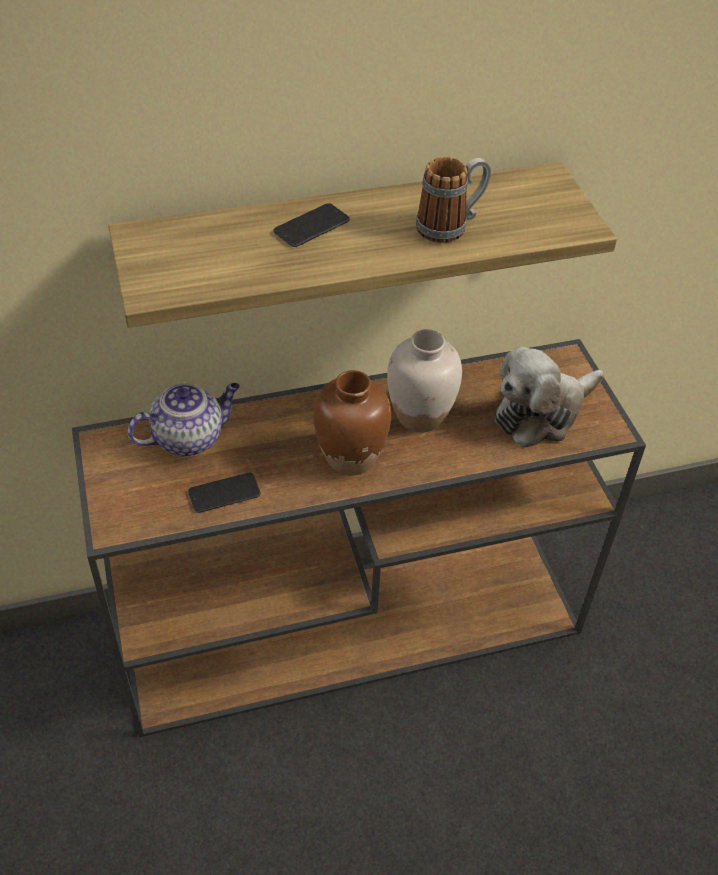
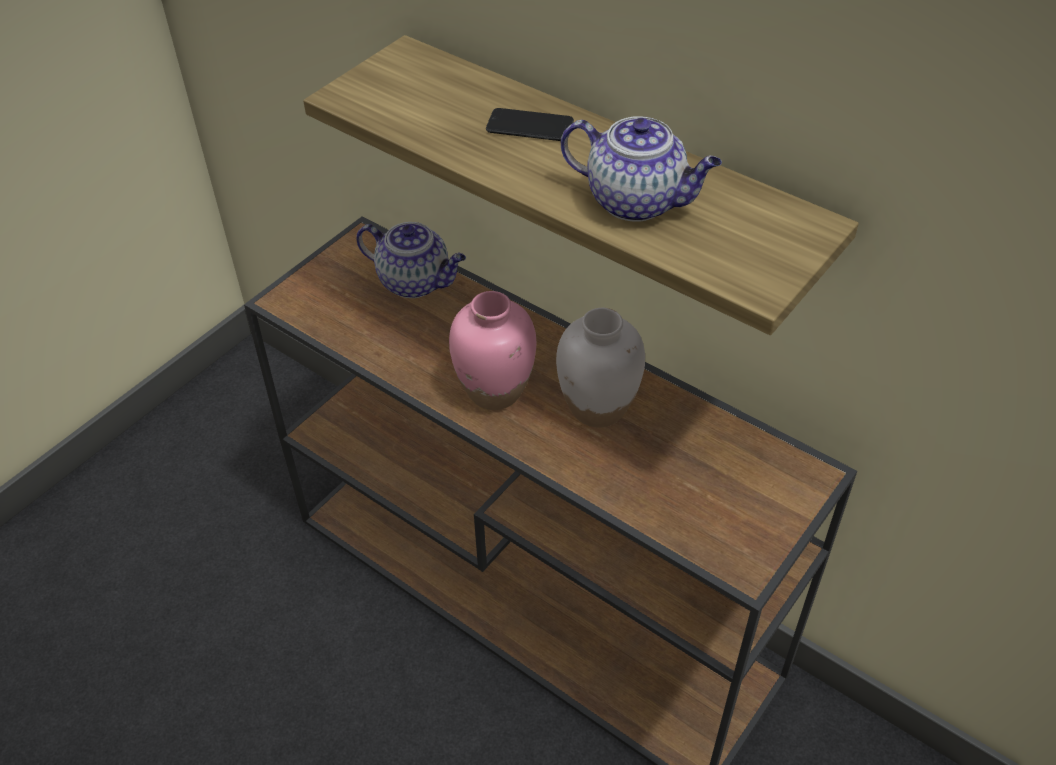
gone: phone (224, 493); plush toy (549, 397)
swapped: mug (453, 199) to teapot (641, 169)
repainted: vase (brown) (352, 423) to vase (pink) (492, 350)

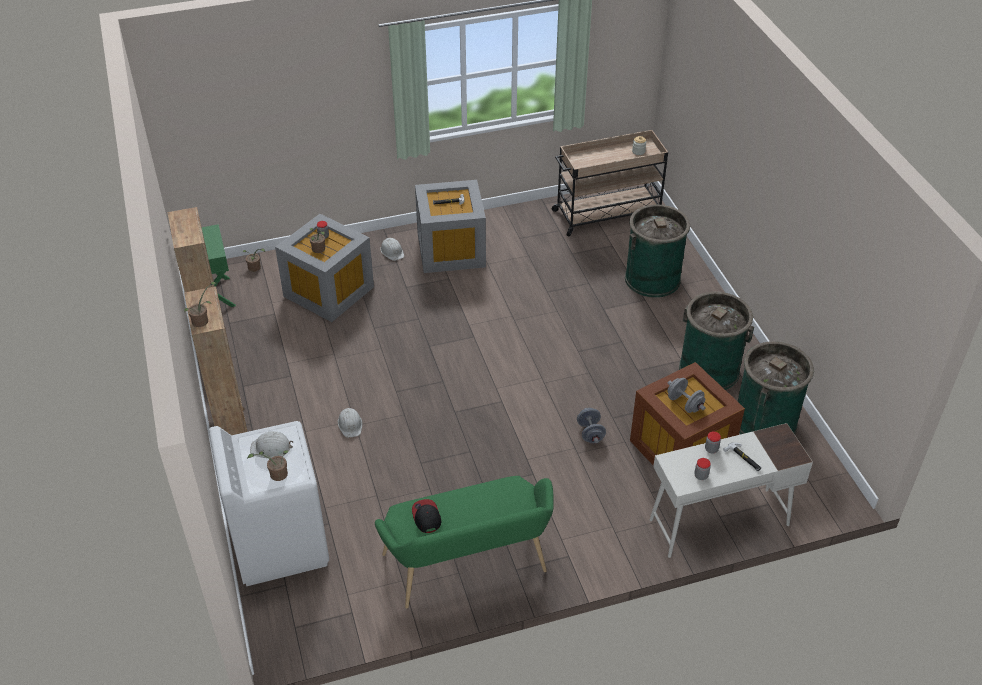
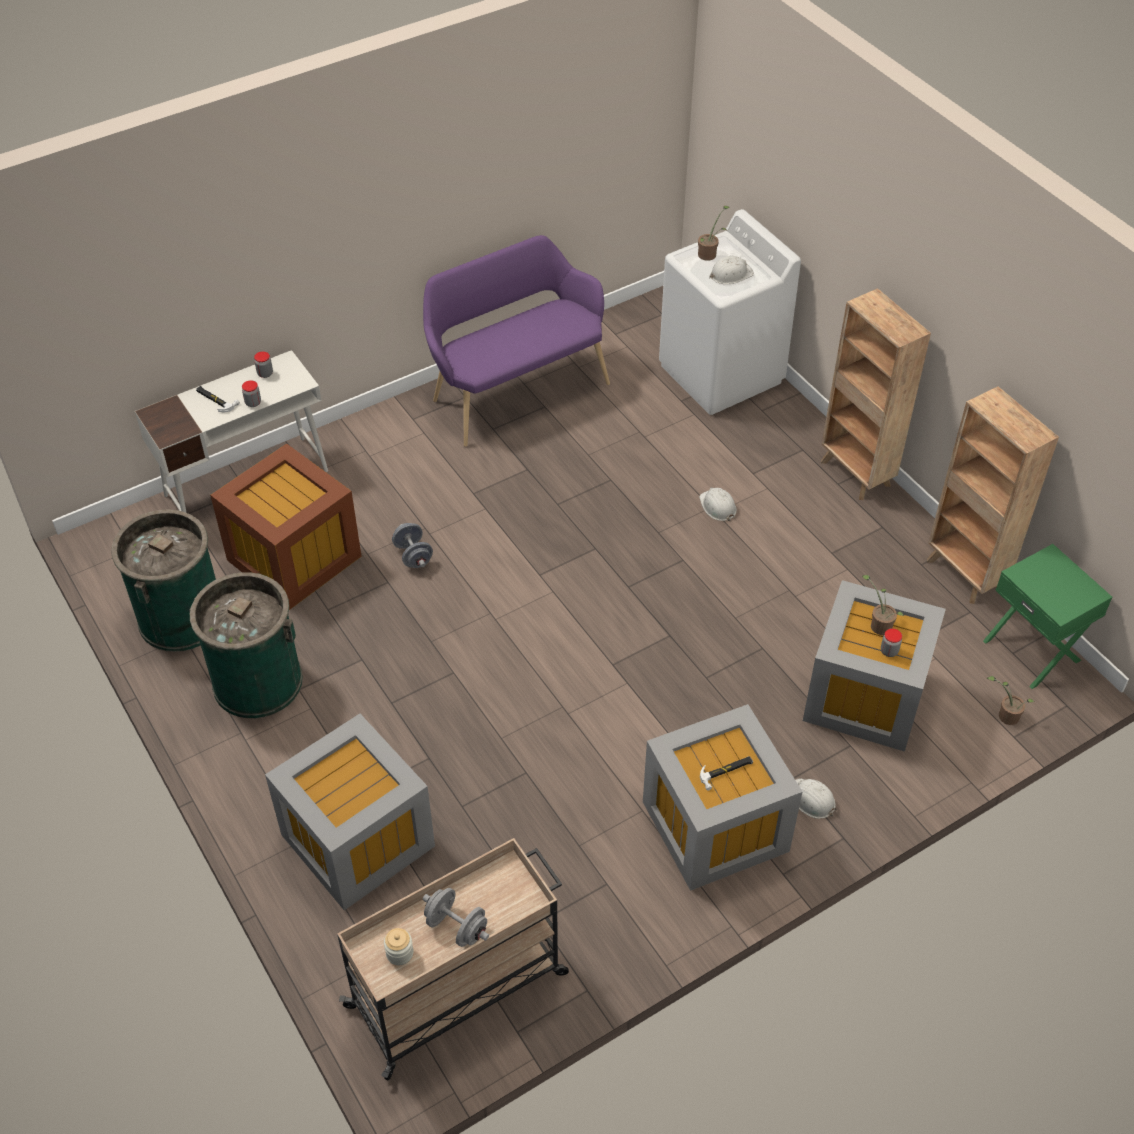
gone: potted plant (200, 304); cap (426, 516)
shifted: dumbbell (grey) (687, 395) to (455, 917)
swapped: trash can (green) (657, 251) to storage box (grey) (350, 812)
repainted: bench (green) (464, 542) to bench (purple) (516, 341)

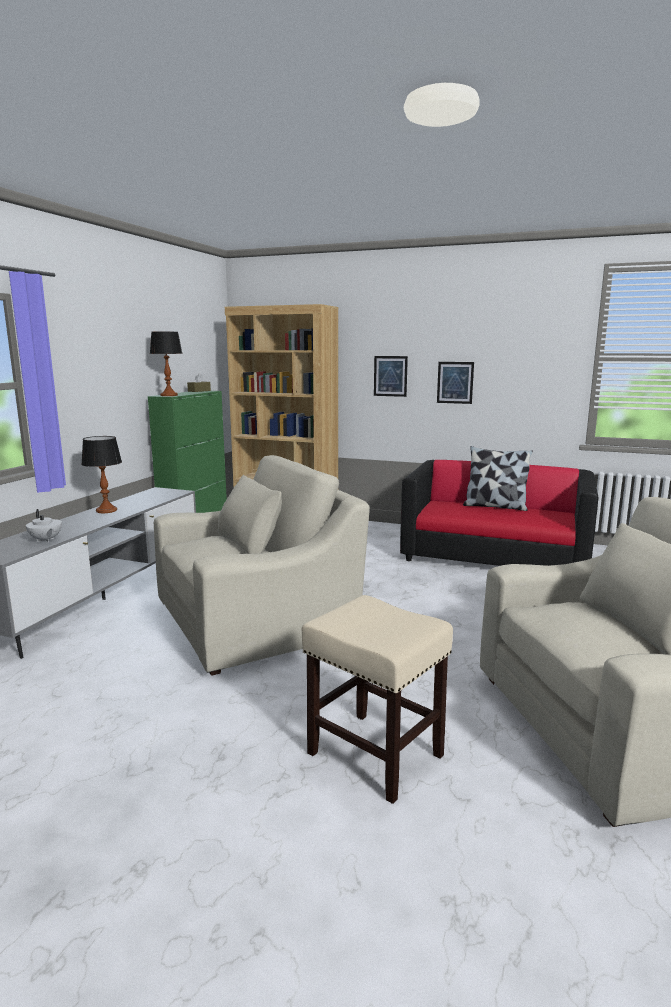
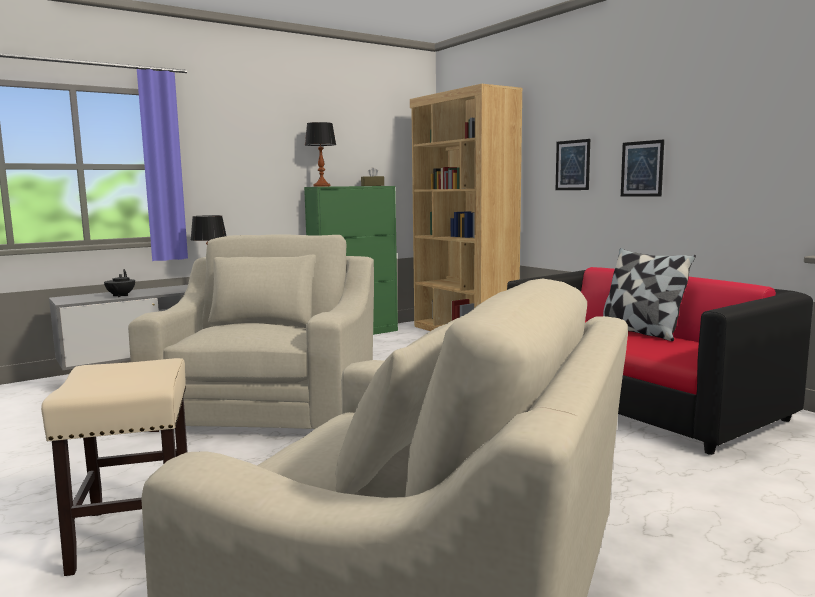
repainted: teapot (white) (44, 525) to teapot (black) (119, 283)
rotated: armchair (beige) (262, 565) = (251, 333) 90 degrees counterclockwise

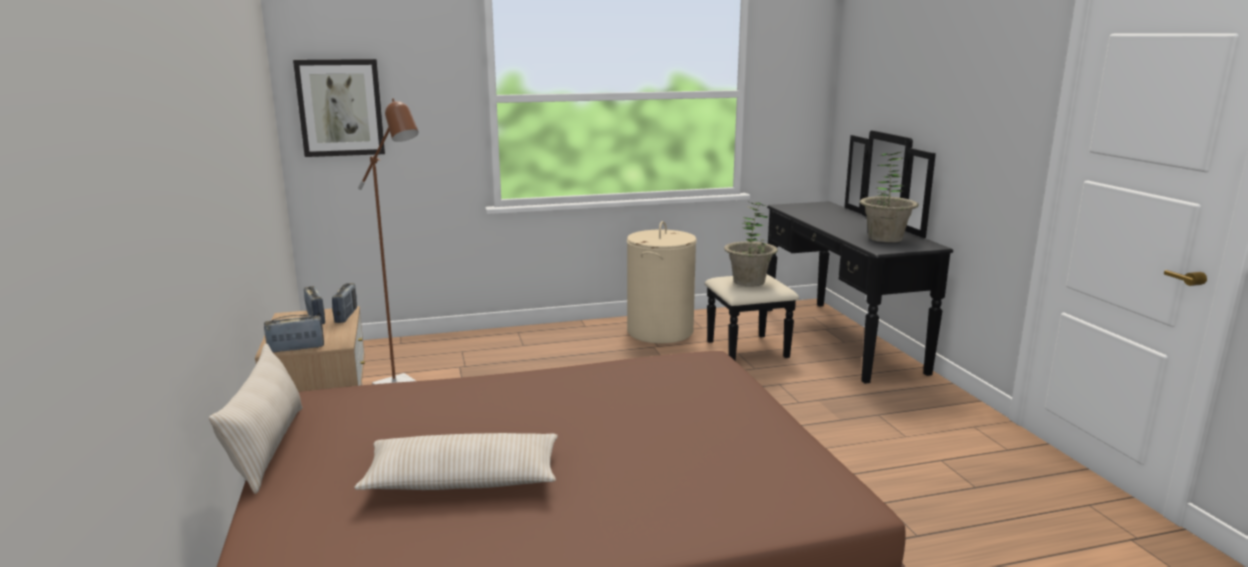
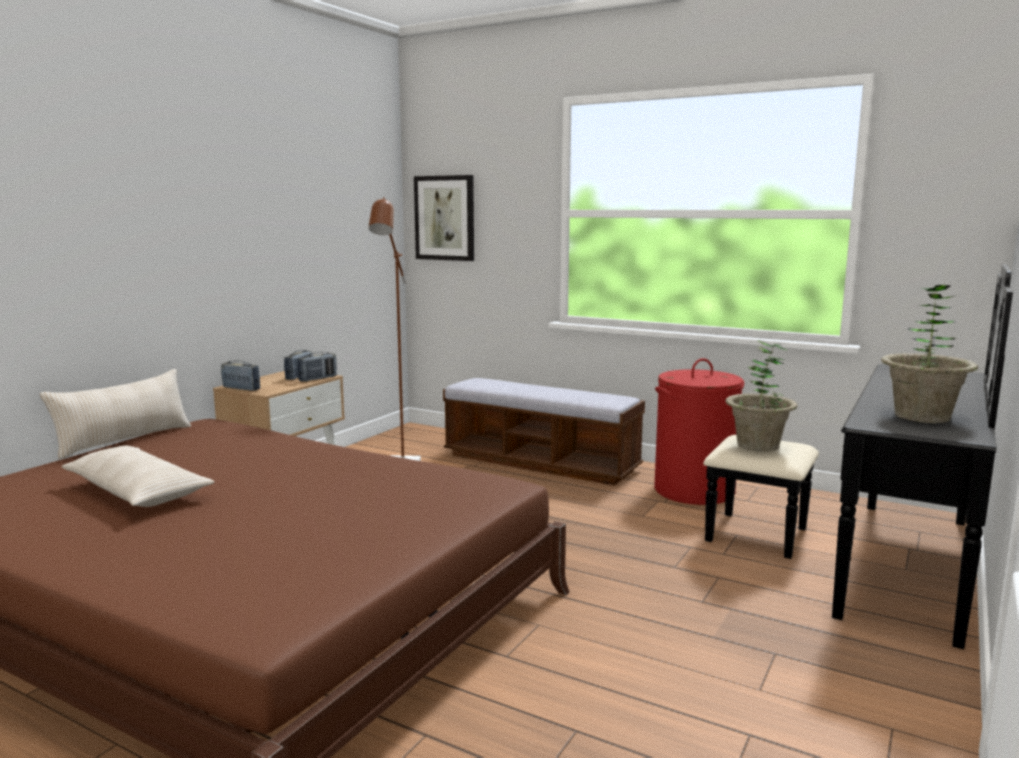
new: bench (544, 432)
repainted: laundry basket (beige) (662, 282) to laundry basket (red) (699, 431)

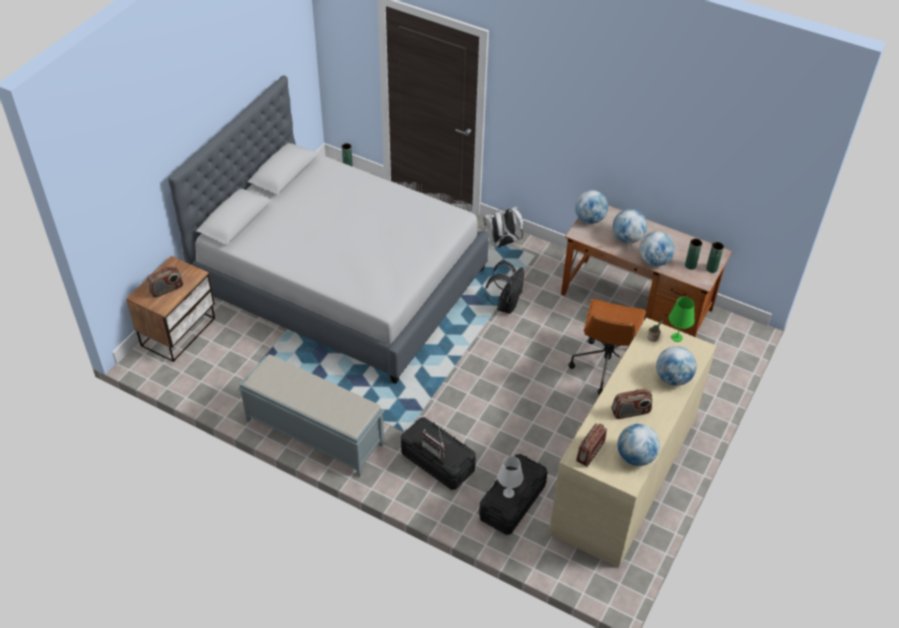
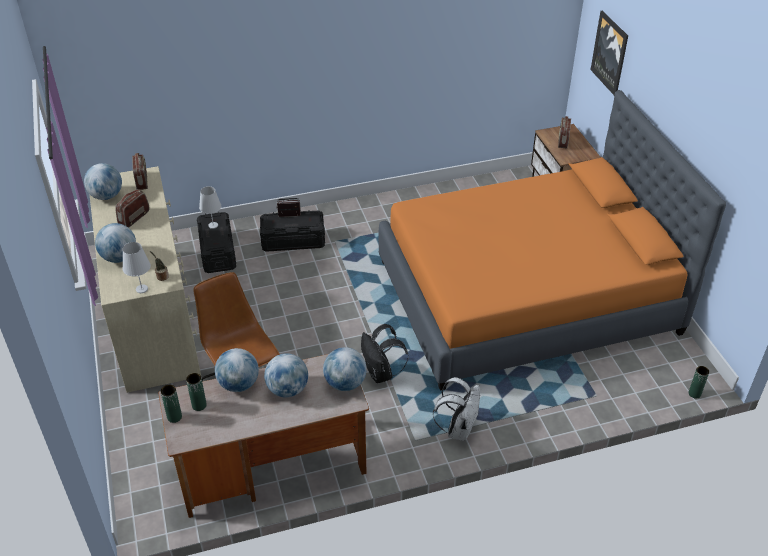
gone: bench (grey) (311, 415)
new: picture (609, 53)
repainted: table lamp (green) (682, 319) to table lamp (white) (136, 267); bed (grey) (328, 230) to bed (orange) (552, 240)

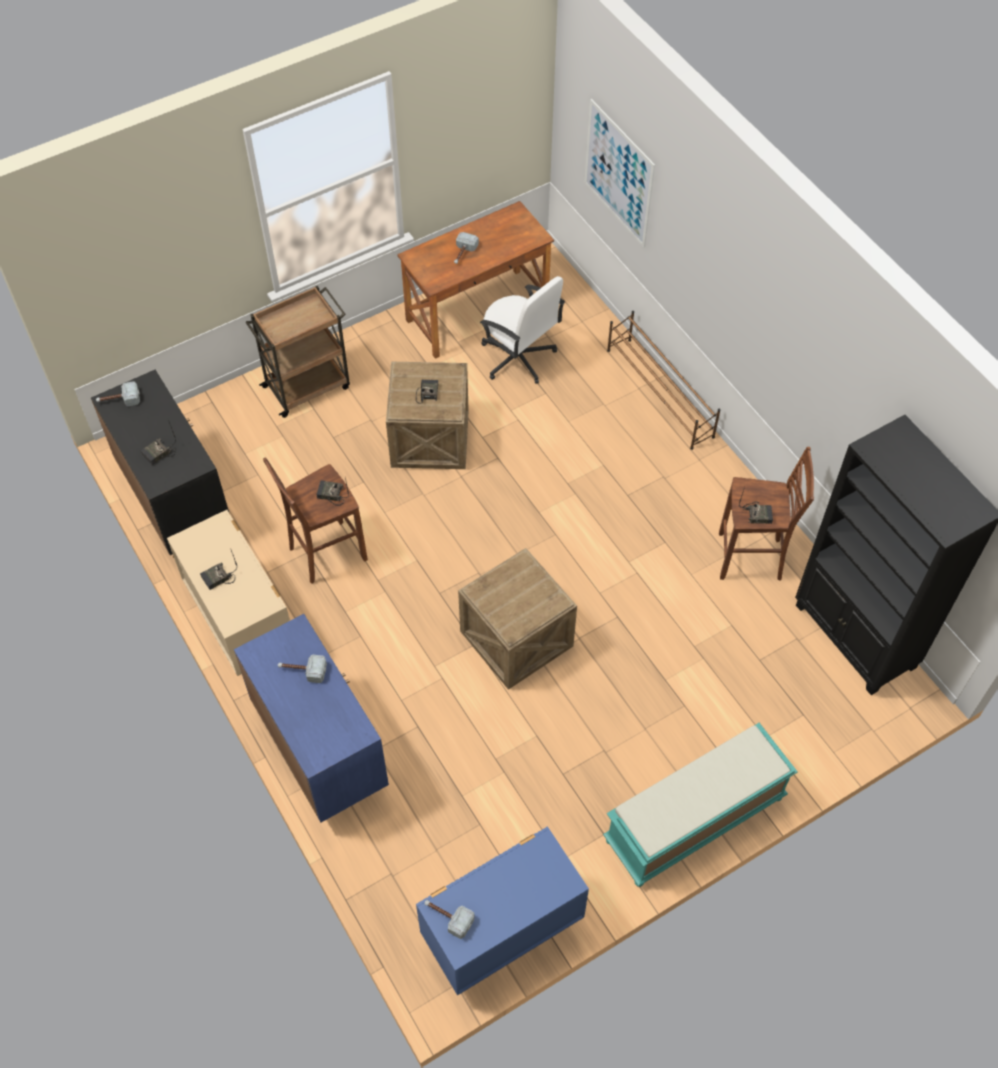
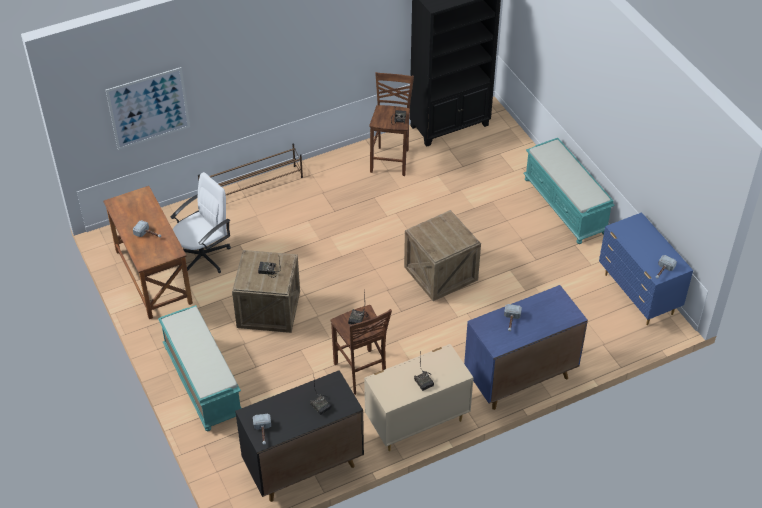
swapped: cart (brown) (298, 352) to bench (turquoise) (199, 368)

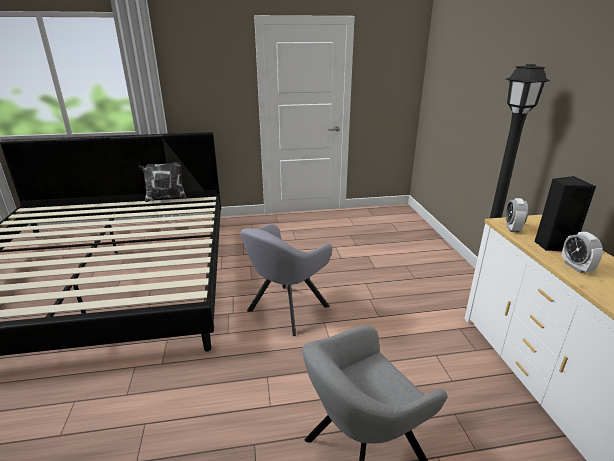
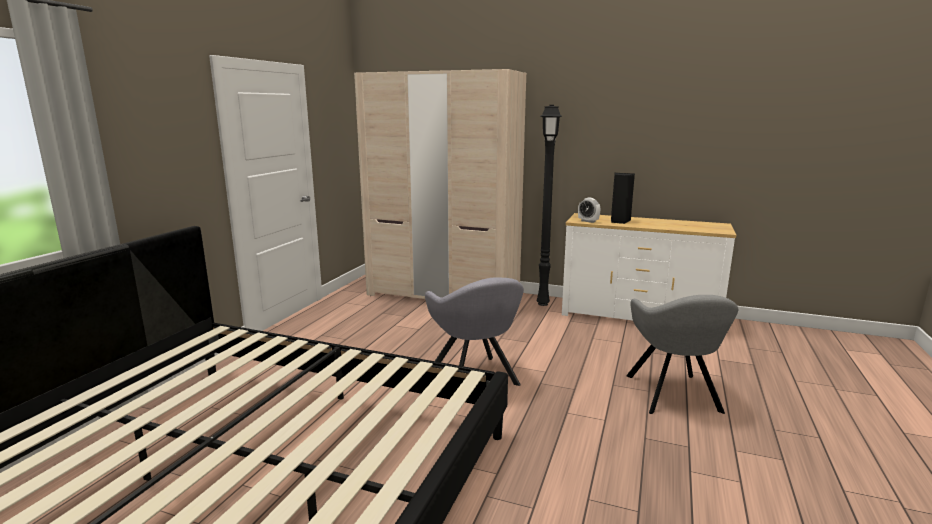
gone: pillow (162, 181); alarm clock (582, 252)
new: wardrobe (beige) (440, 184)

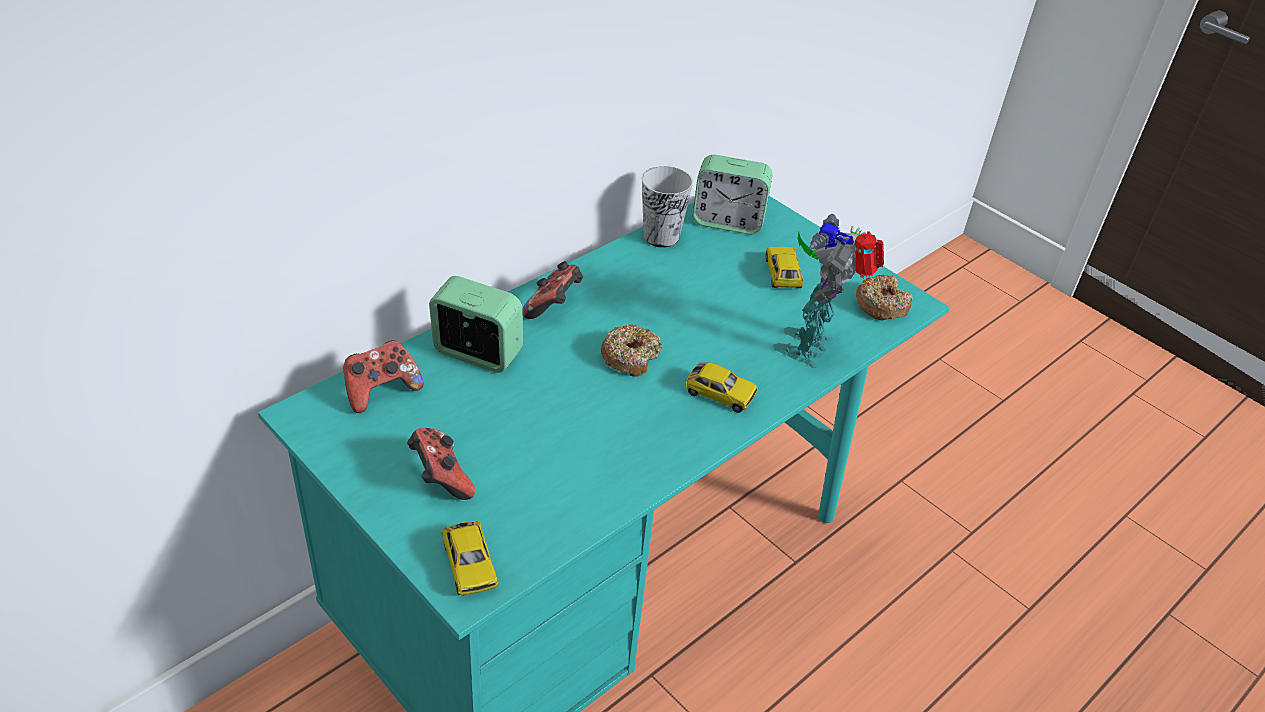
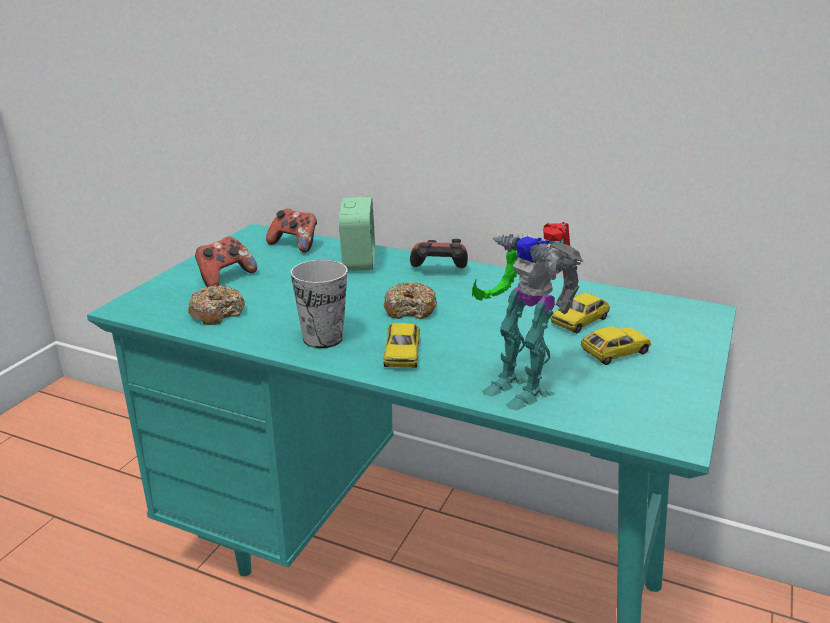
gone: alarm clock (733, 194)
shifted: donut (884, 298) to (216, 305); cup (667, 207) to (319, 304); toy car (470, 558) to (580, 313)
rotated: toy robot (828, 291) = (527, 316) 135 degrees counterclockwise

